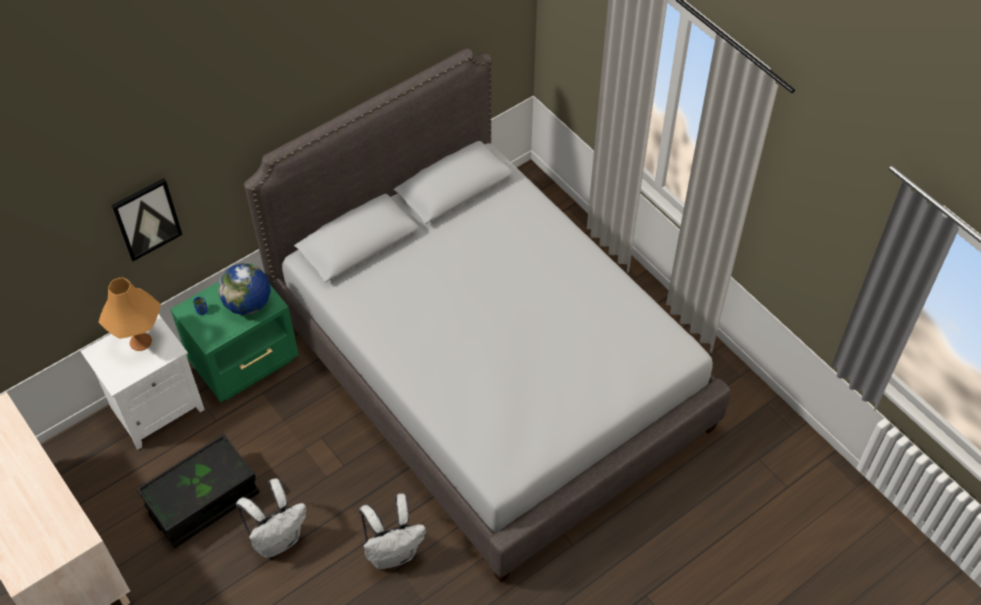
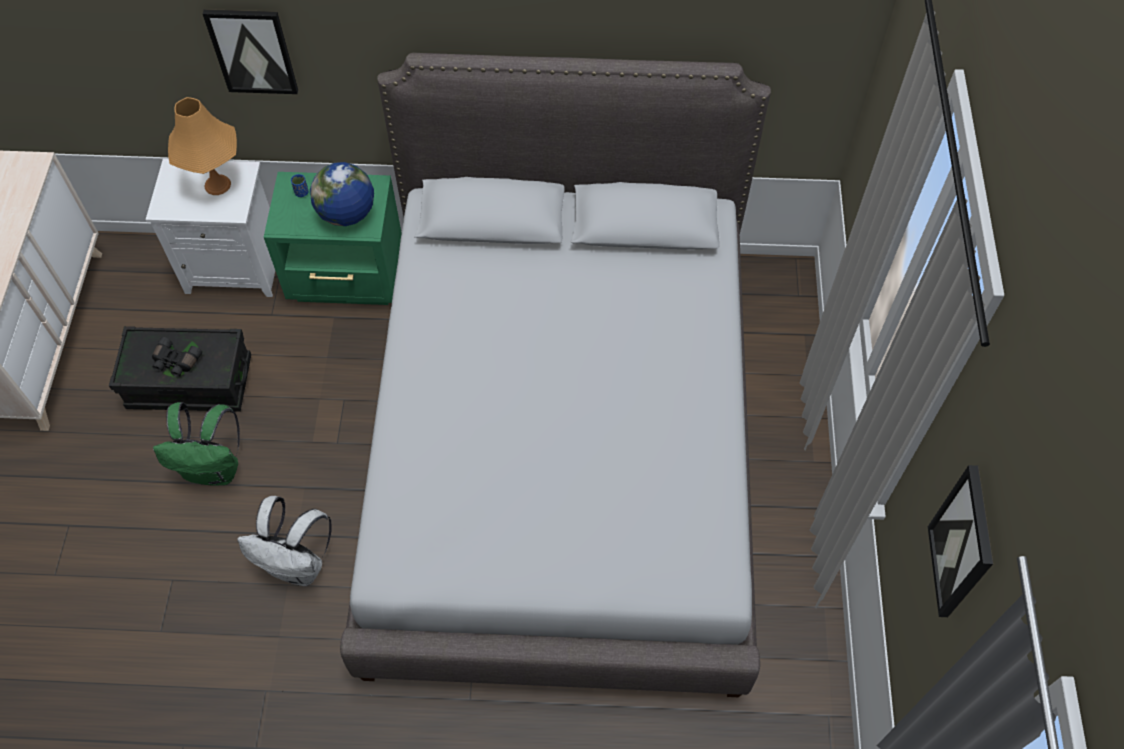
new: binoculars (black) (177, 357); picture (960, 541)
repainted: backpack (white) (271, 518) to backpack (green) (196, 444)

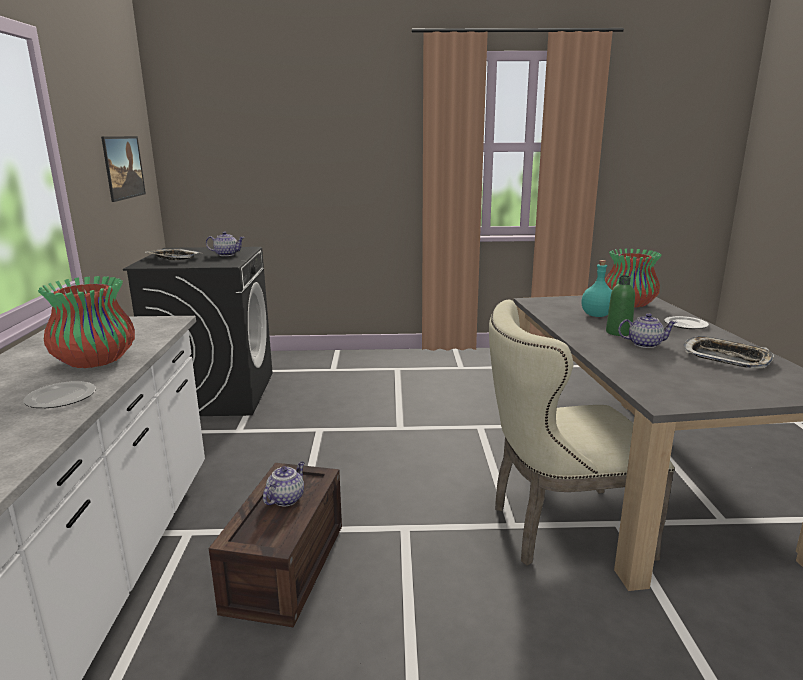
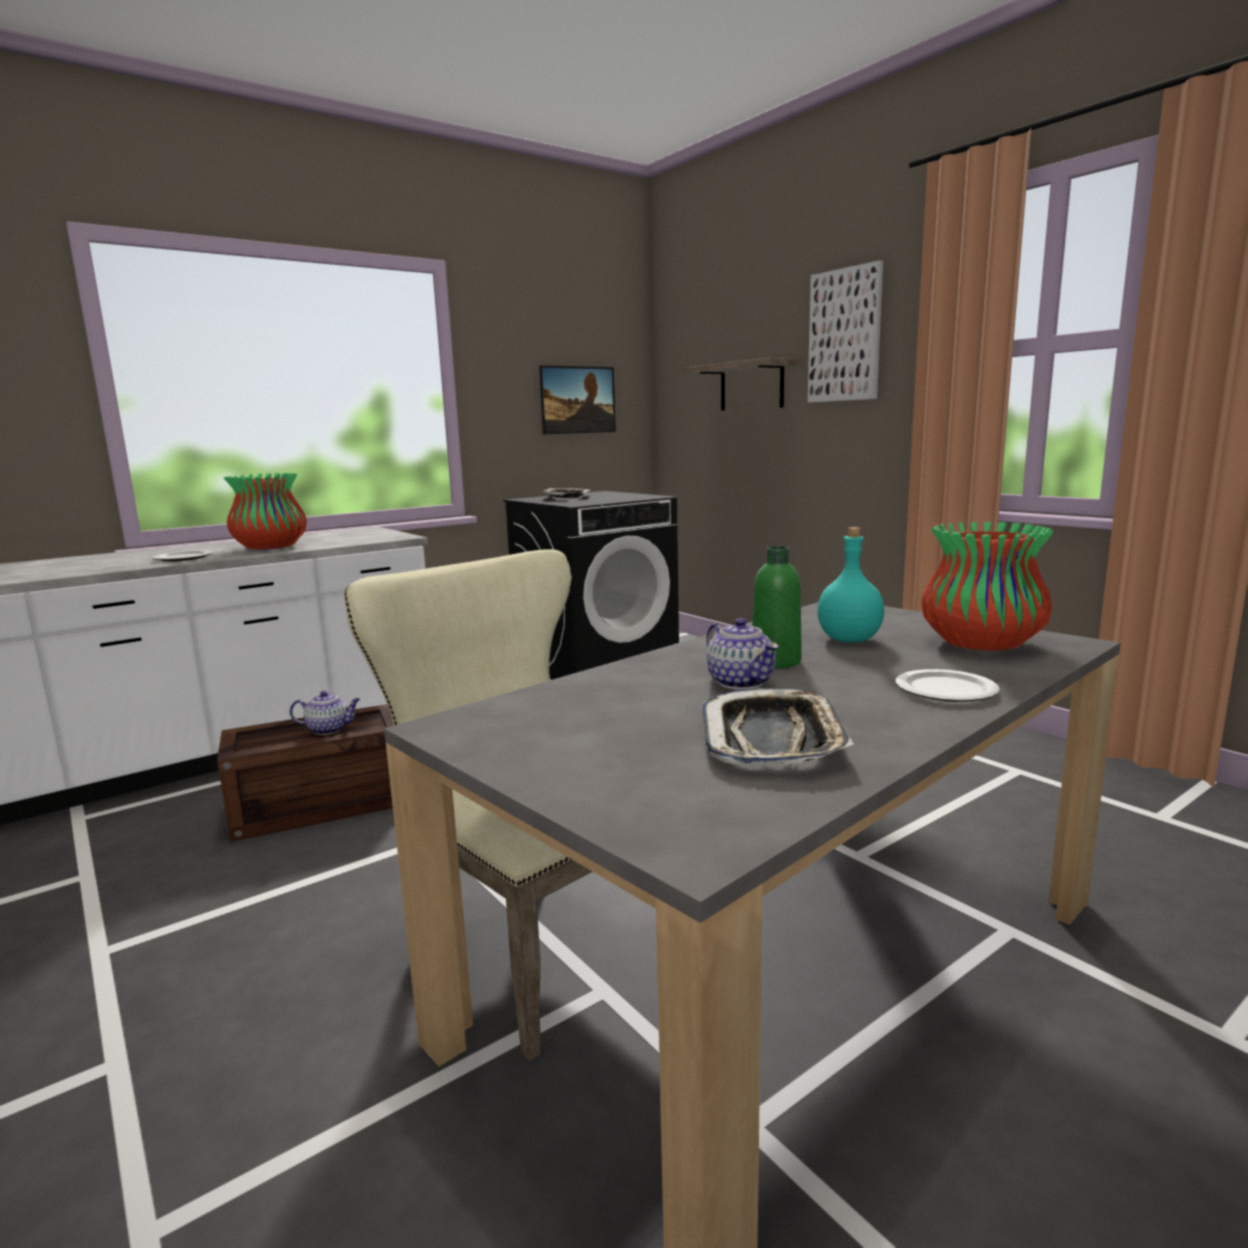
gone: teapot (225, 244)
new: shelf (740, 384); picture (845, 331)

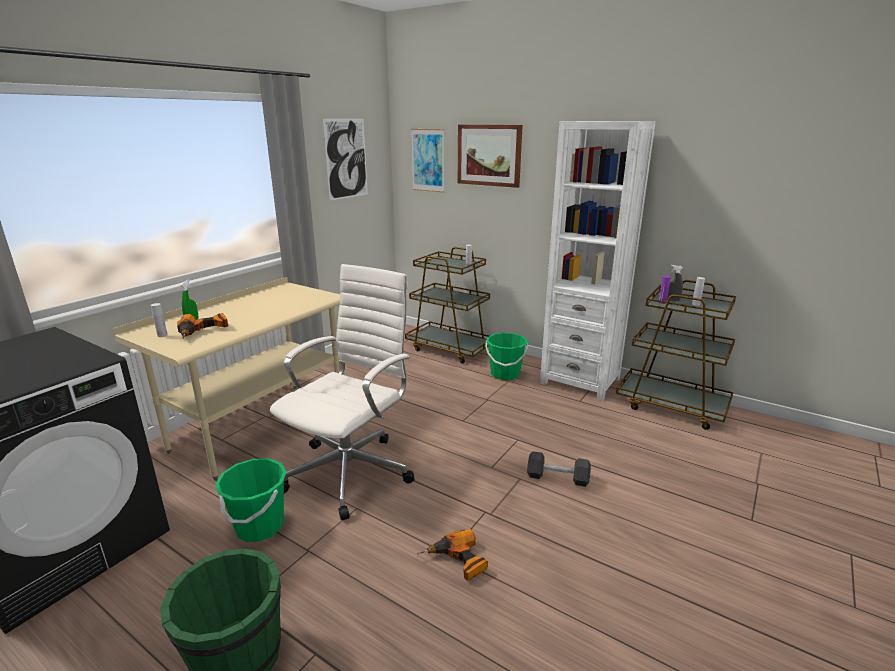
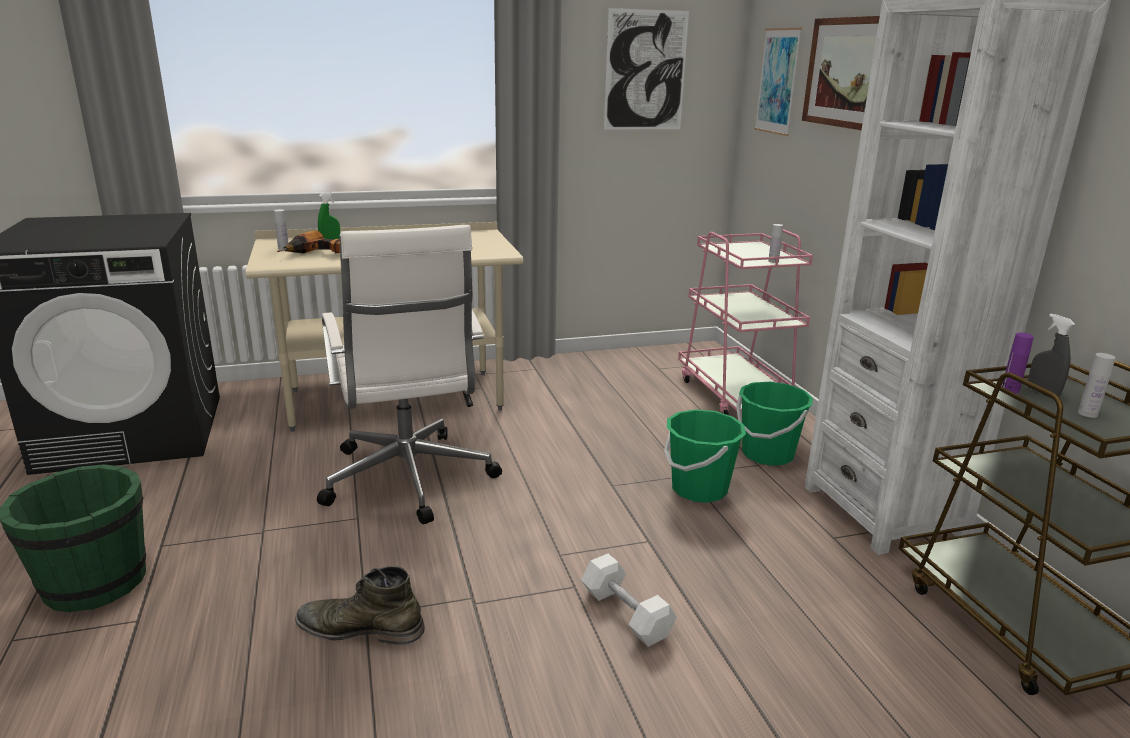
shifted: bucket (green) (250, 500) to (705, 456)
swapped: power drill (452, 555) to boot (green) (360, 605)
repainted: dumbbell (black) (559, 469) to dumbbell (white) (629, 600); cart (brown) (447, 305) to cart (pink) (745, 322)
rotated: office chair (white) (342, 392) = (409, 374) 90 degrees clockwise

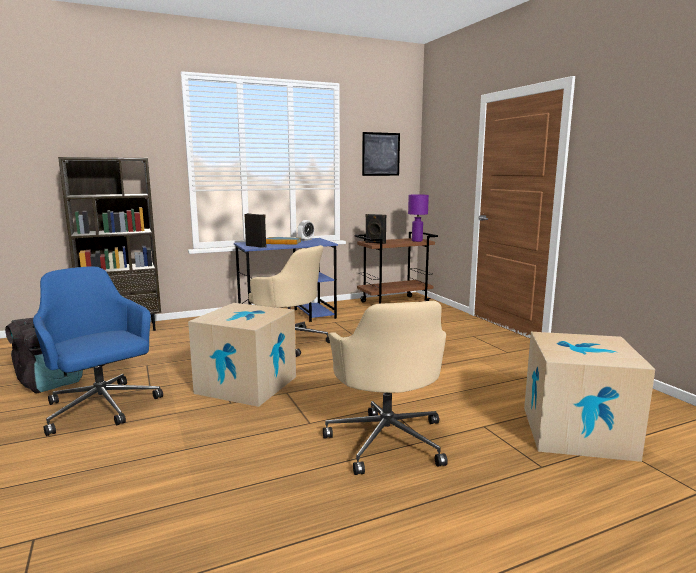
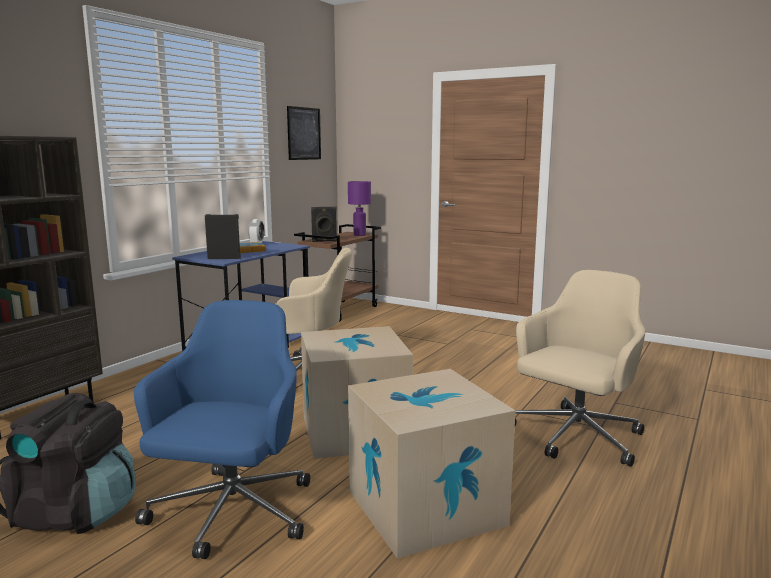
shifted: cardboard box (589, 397) to (432, 464)
rotated: office chair (blue) (98, 351) = (222, 429) 90 degrees clockwise; office chair (beige) (385, 388) = (580, 368) 90 degrees counterclockwise

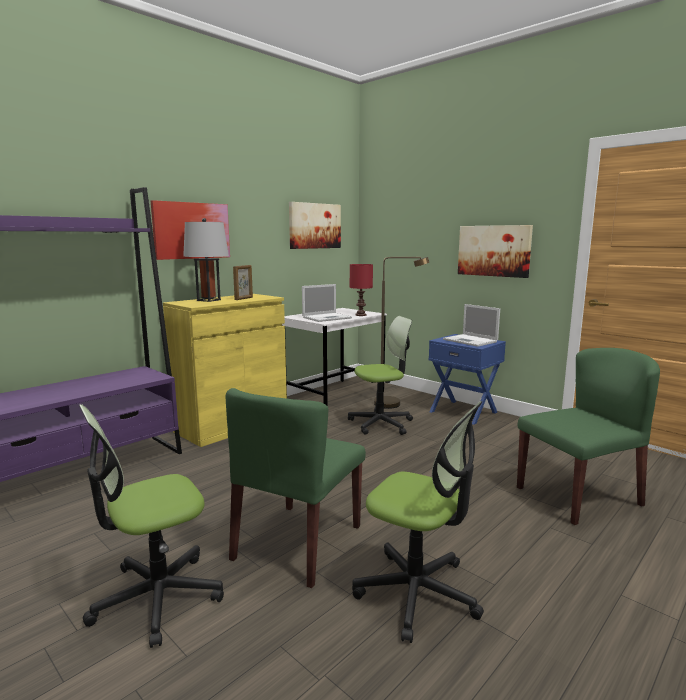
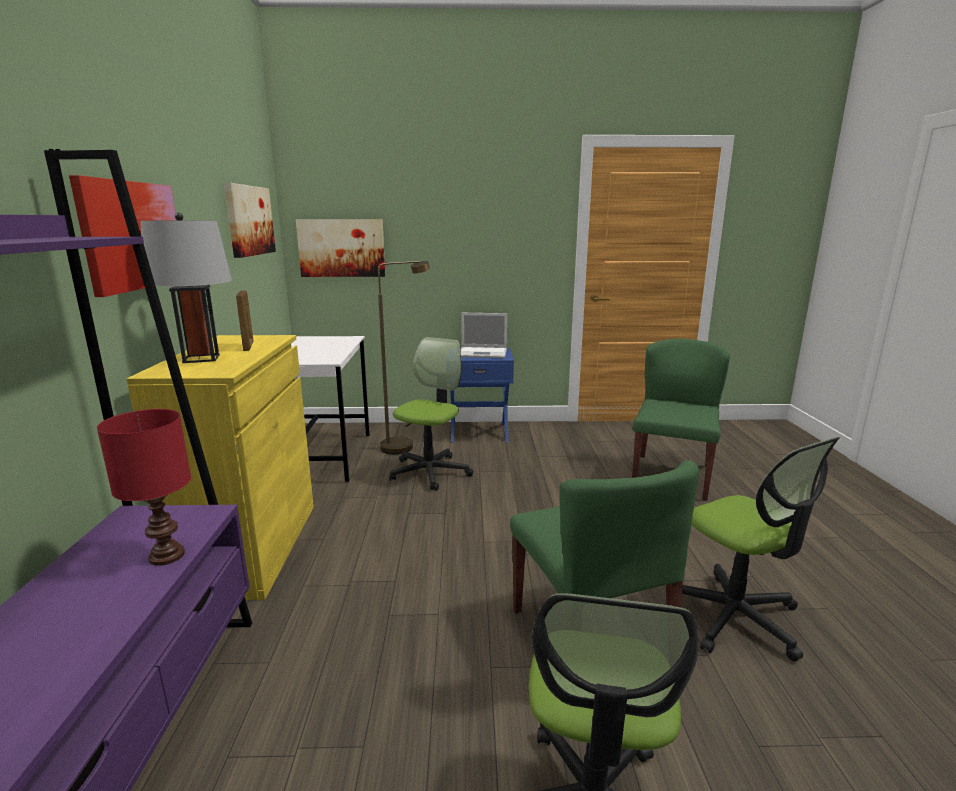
gone: laptop (327, 303)
shifted: table lamp (red) (361, 290) to (144, 487); picture (495, 251) to (340, 248)
rotated: office chair (418, 522) = (761, 549) 75 degrees clockwise

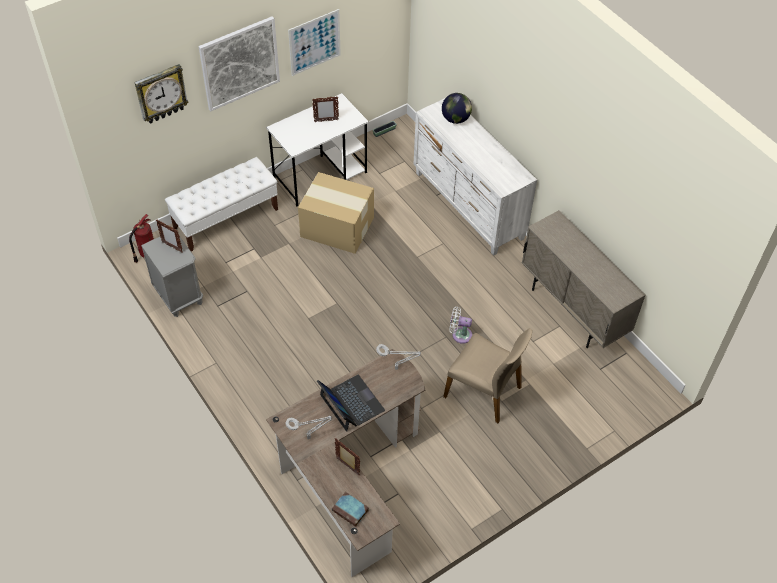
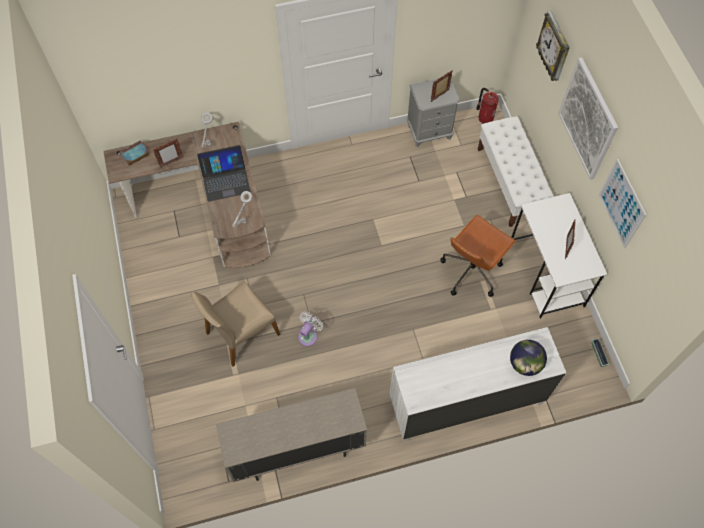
swapped: cardboard box (336, 213) to office chair (brown) (478, 256)

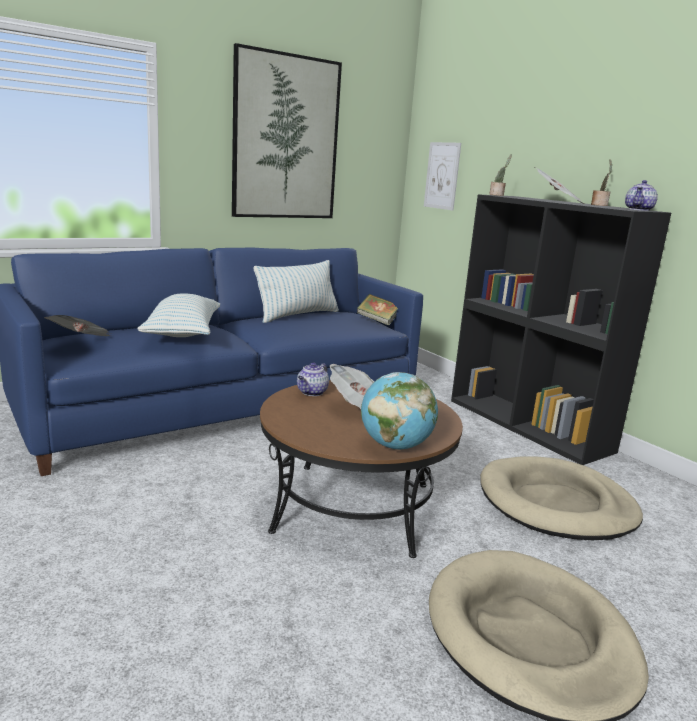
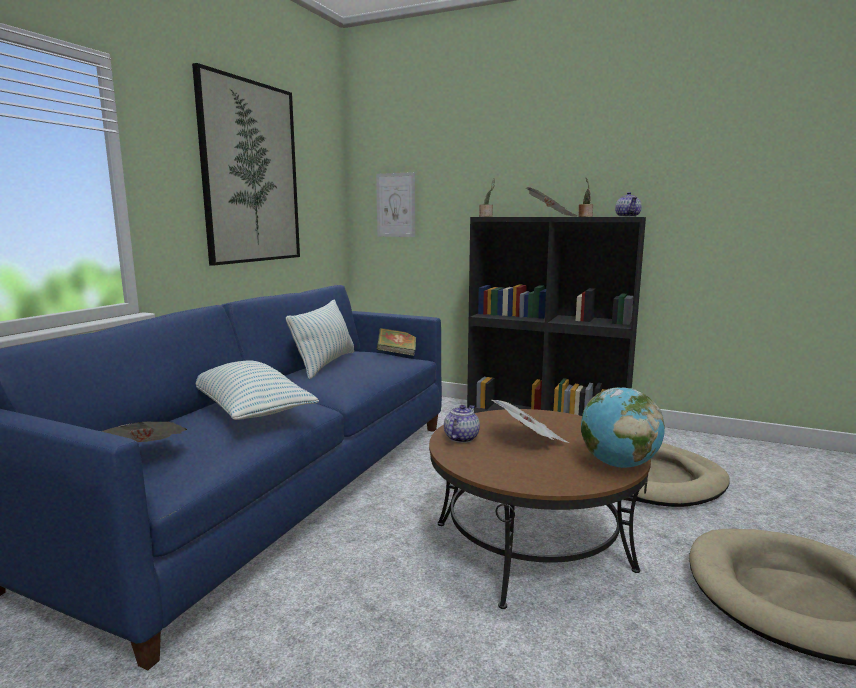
rotated: teapot (313, 379) = (462, 424) 150 degrees counterclockwise

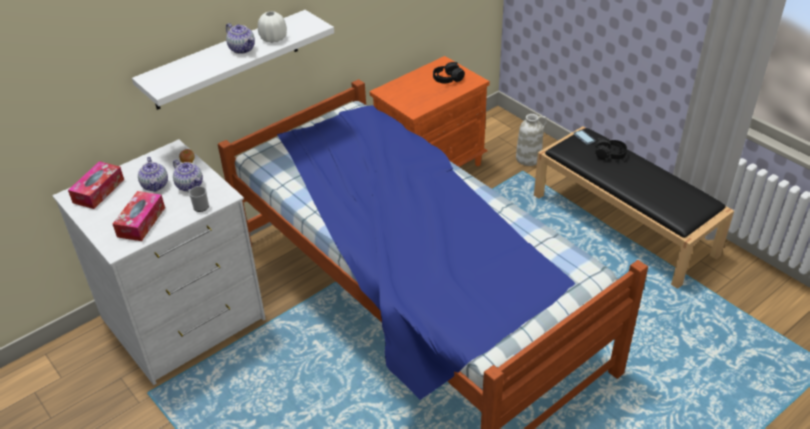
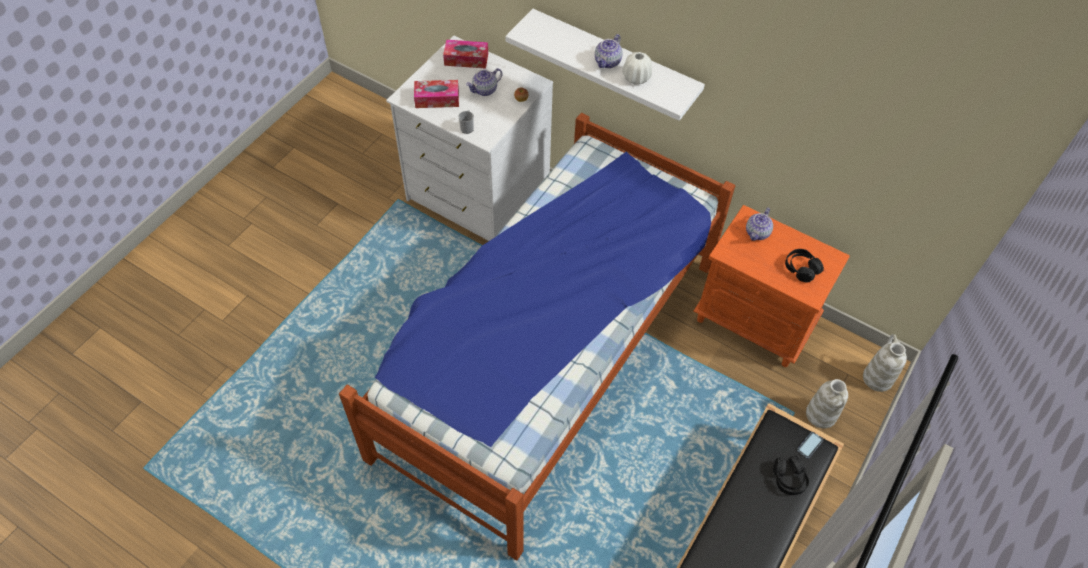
new: vase (white) (885, 363)
shifted: teapot (188, 176) to (759, 224)

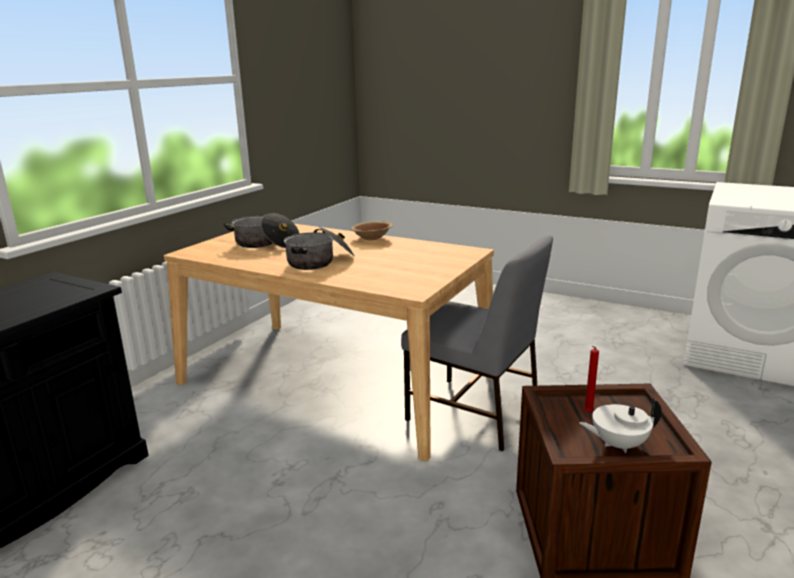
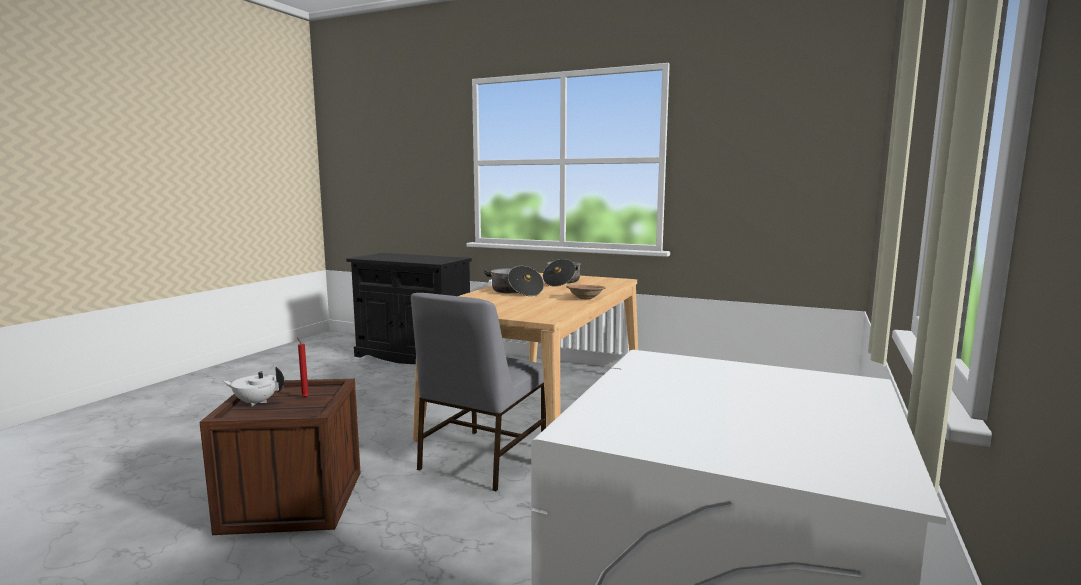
rotated: teapot (white) (620, 425) = (253, 386) 75 degrees counterclockwise

